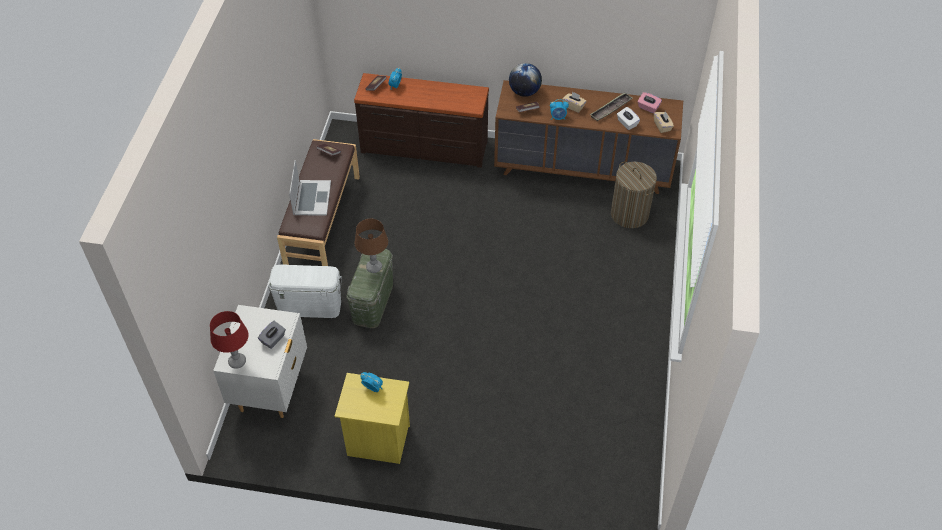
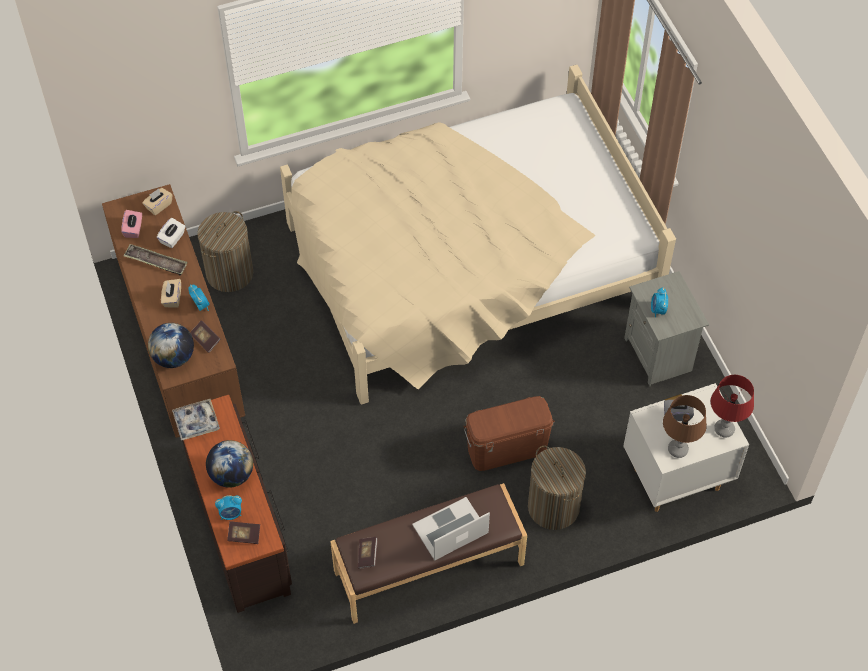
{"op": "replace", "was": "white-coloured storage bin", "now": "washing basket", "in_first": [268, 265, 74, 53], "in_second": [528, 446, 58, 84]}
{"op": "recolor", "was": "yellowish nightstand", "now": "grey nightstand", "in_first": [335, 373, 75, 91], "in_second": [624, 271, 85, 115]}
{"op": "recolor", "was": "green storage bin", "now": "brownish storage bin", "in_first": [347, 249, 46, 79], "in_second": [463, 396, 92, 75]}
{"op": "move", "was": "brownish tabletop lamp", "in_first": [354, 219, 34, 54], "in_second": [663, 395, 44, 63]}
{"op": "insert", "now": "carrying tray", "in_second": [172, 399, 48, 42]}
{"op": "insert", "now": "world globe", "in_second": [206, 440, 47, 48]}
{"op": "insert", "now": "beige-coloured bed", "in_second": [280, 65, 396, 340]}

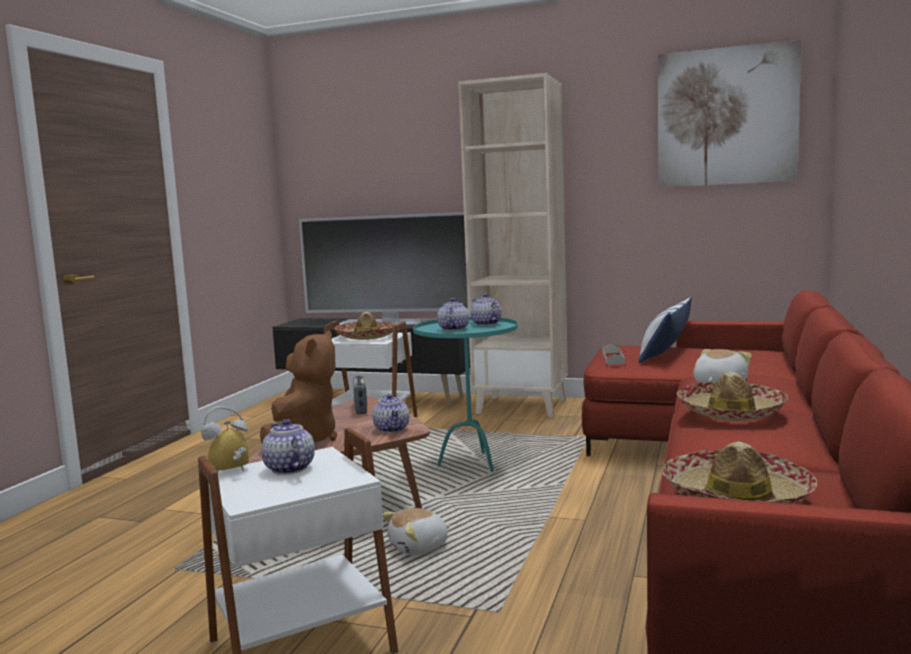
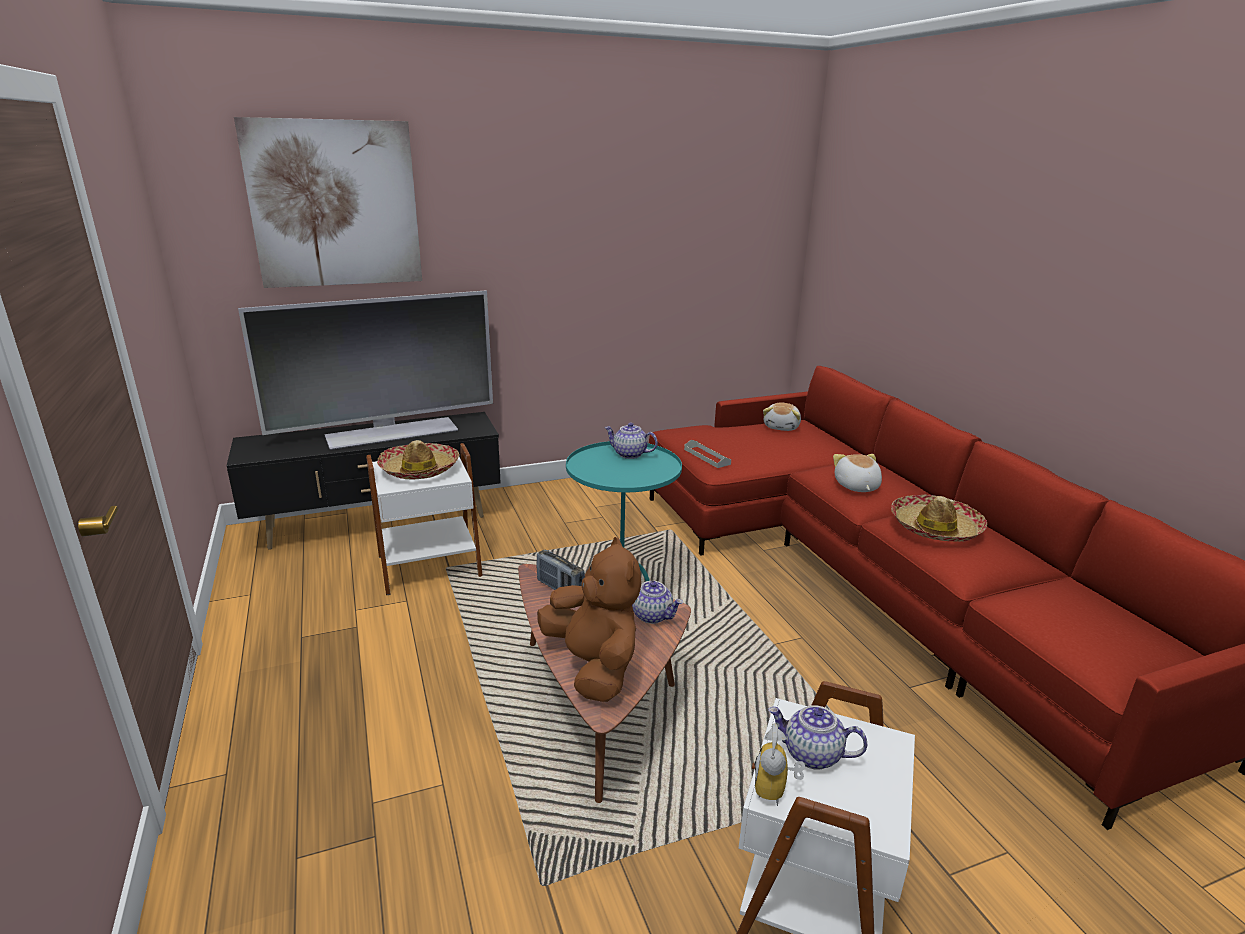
{"op": "move", "was": "soft toy", "in_first": [383, 508, 67, 47], "in_second": [763, 403, 38, 28]}
{"op": "delete", "was": "tea pot", "in_first": [437, 298, 32, 33]}
{"op": "delete", "was": "beige-coloured bookshelf", "in_first": [458, 73, 110, 344]}
{"op": "delete", "was": "pillow", "in_first": [639, 297, 53, 66]}
{"op": "move", "was": "wall picture", "in_first": [658, 40, 143, 148], "in_second": [234, 117, 188, 171]}
{"op": "delete", "was": "hat", "in_first": [663, 442, 154, 62]}

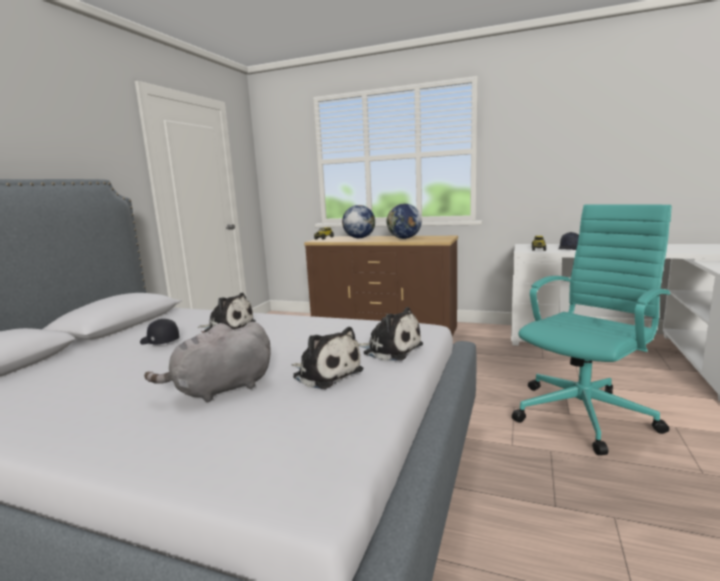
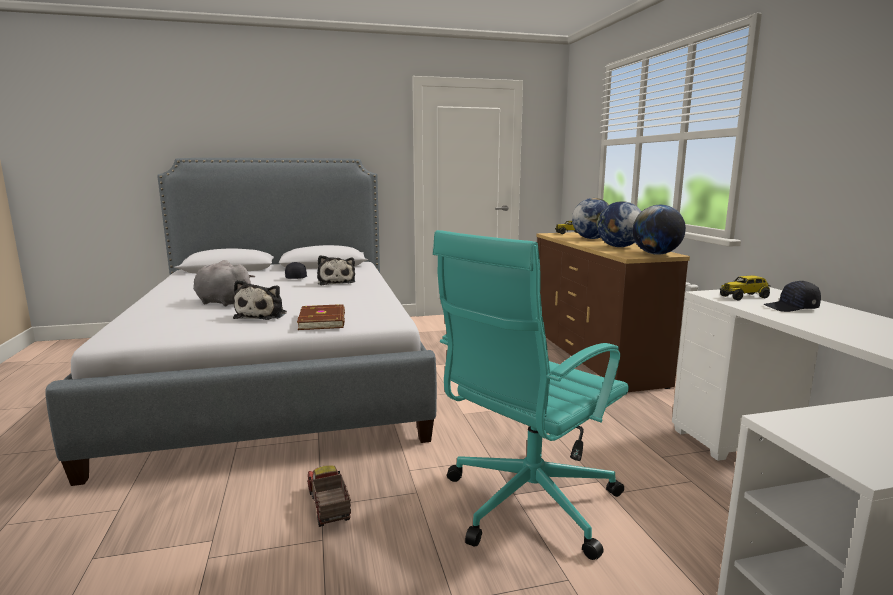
{"op": "replace", "was": "soft toy", "now": "brownish bound book", "in_first": [358, 307, 65, 54], "in_second": [297, 304, 48, 26]}
{"op": "rotate", "was": "turquoise office chair", "in_first": [512, 204, 160, 251], "in_second": [433, 230, 196, 330], "clockwise": 120}
{"op": "insert", "now": "toy truck", "in_second": [307, 466, 44, 61]}
{"op": "insert", "now": "world globe", "in_second": [633, 205, 53, 50]}

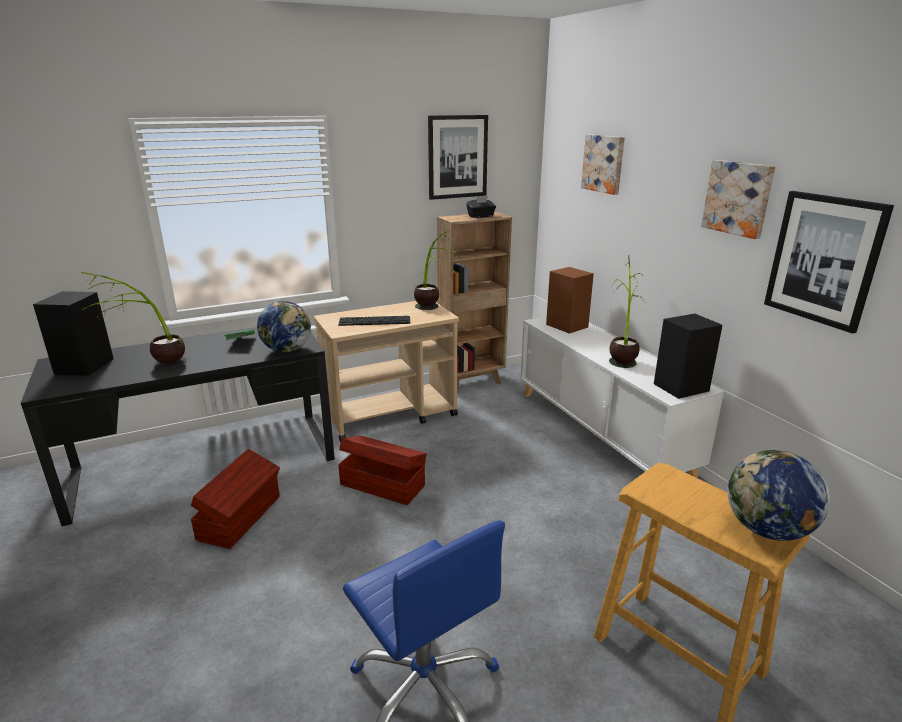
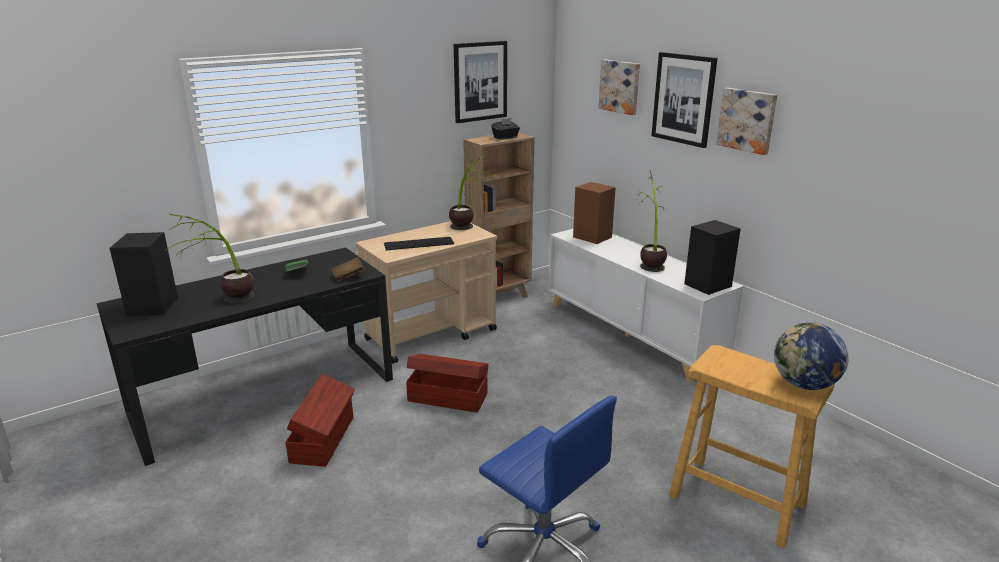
{"op": "replace", "was": "world globe", "now": "brownish bound book", "in_first": [257, 301, 54, 51], "in_second": [332, 257, 32, 25]}
{"op": "move", "was": "wall picture", "in_first": [764, 191, 130, 143], "in_second": [651, 52, 67, 96]}

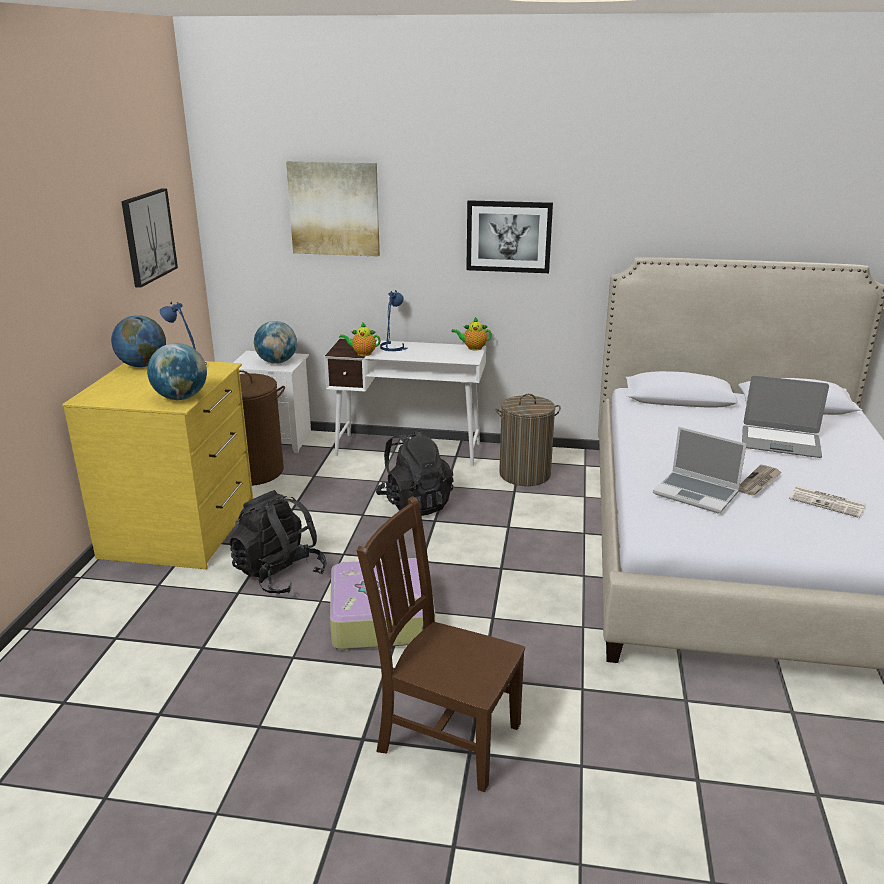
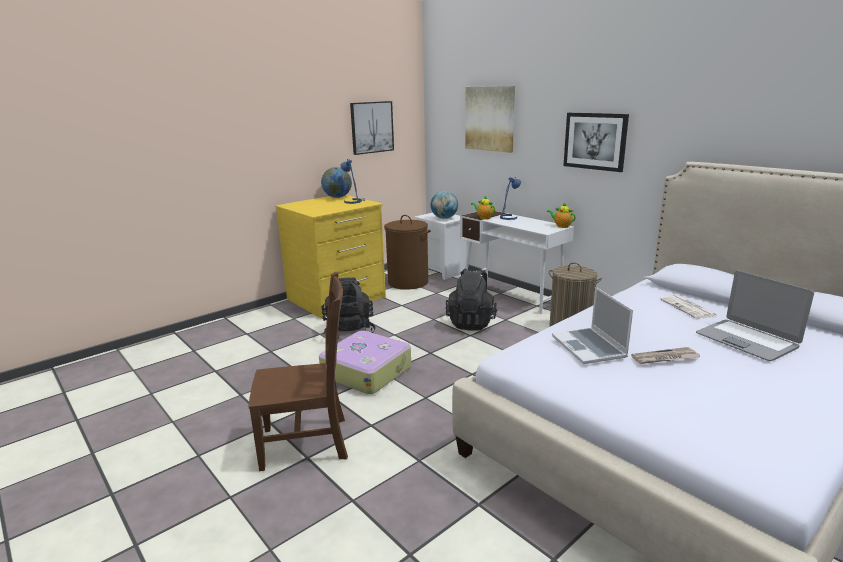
{"op": "delete", "was": "world globe", "in_first": [147, 343, 60, 57]}
{"op": "rotate", "was": "brownish plain chair", "in_first": [357, 496, 168, 296], "in_second": [249, 272, 99, 199], "clockwise": 105}
{"op": "move", "was": "printed paper", "in_first": [789, 486, 77, 32], "in_second": [660, 295, 57, 24]}

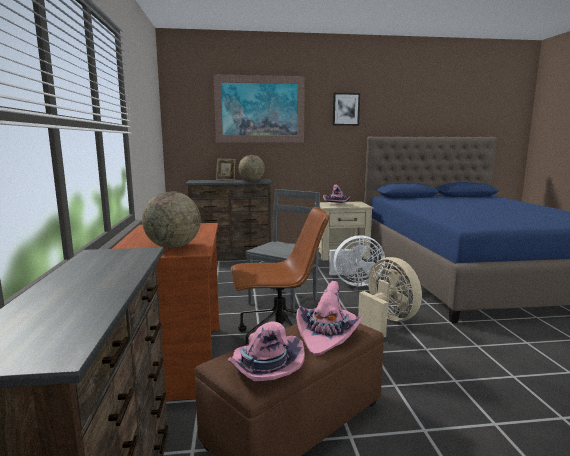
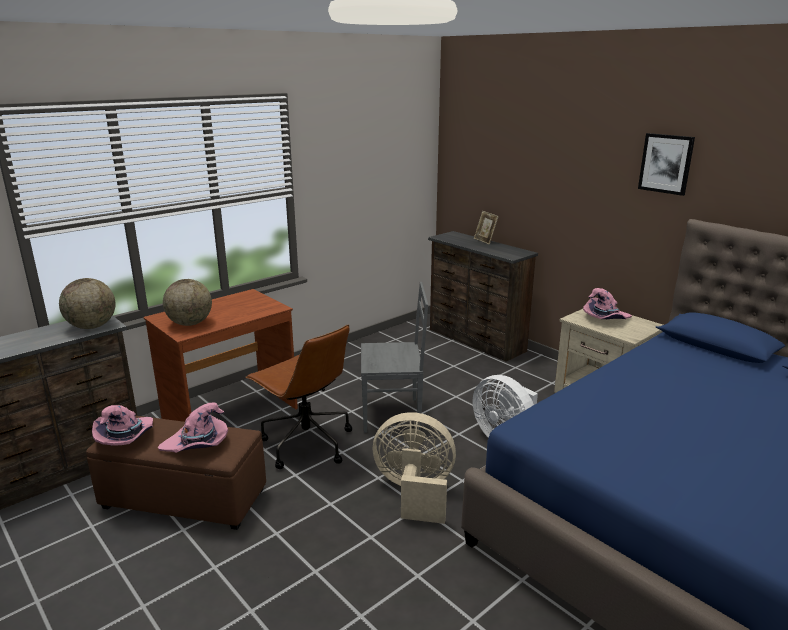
{"op": "delete", "was": "wall picture", "in_first": [214, 75, 91, 68]}
{"op": "move", "was": "world globe", "in_first": [239, 155, 26, 26], "in_second": [59, 278, 57, 51]}
{"op": "rotate", "was": "beige-coloured electric fan", "in_first": [358, 257, 64, 80], "in_second": [372, 412, 84, 112], "clockwise": -105}

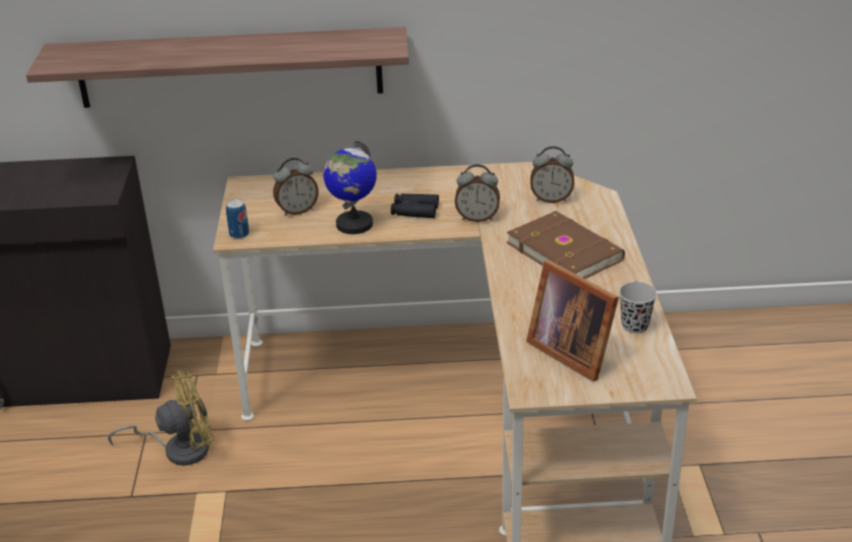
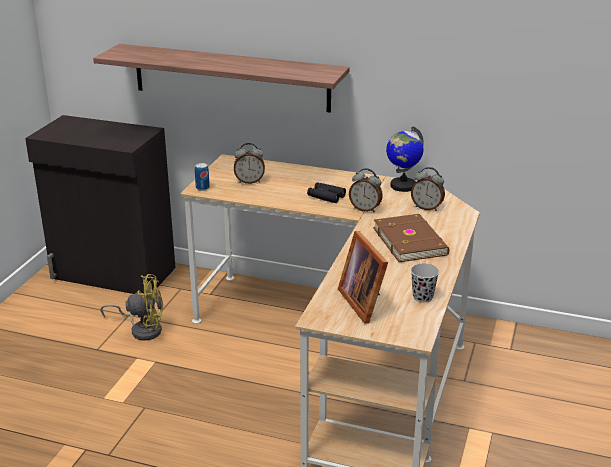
{"op": "move", "was": "world globe", "in_first": [323, 140, 54, 94], "in_second": [386, 126, 38, 66]}

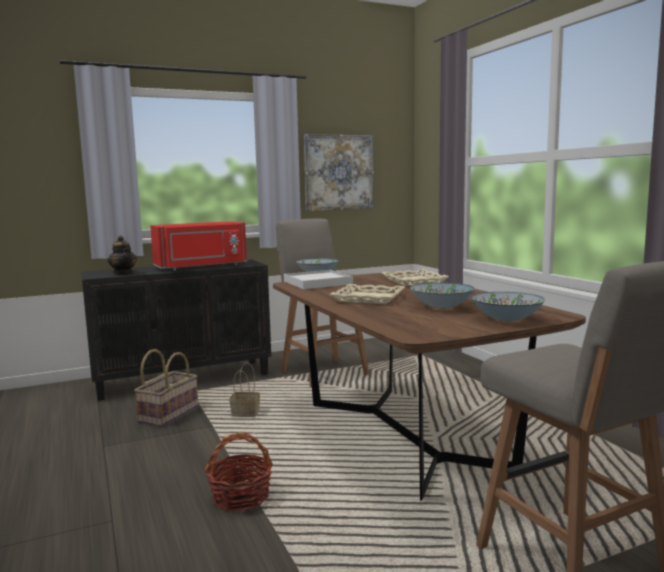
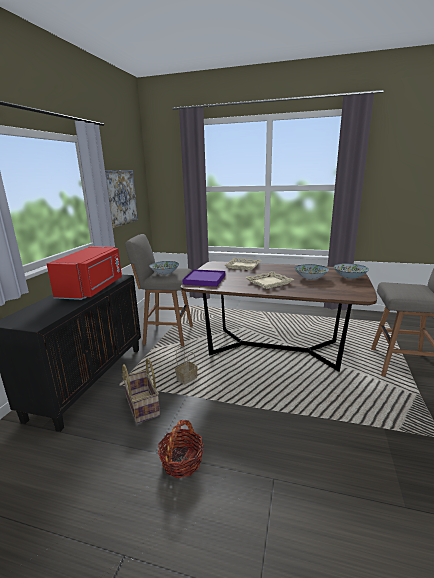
{"op": "delete", "was": "tea pot", "in_first": [108, 236, 29, 38]}
{"op": "move", "was": "household basket", "in_first": [205, 433, 68, 78], "in_second": [158, 420, 46, 58]}
{"op": "recolor", "was": "white-coloured carrying tray", "now": "purple carrying tray", "in_first": [284, 270, 69, 19], "in_second": [182, 269, 43, 18]}

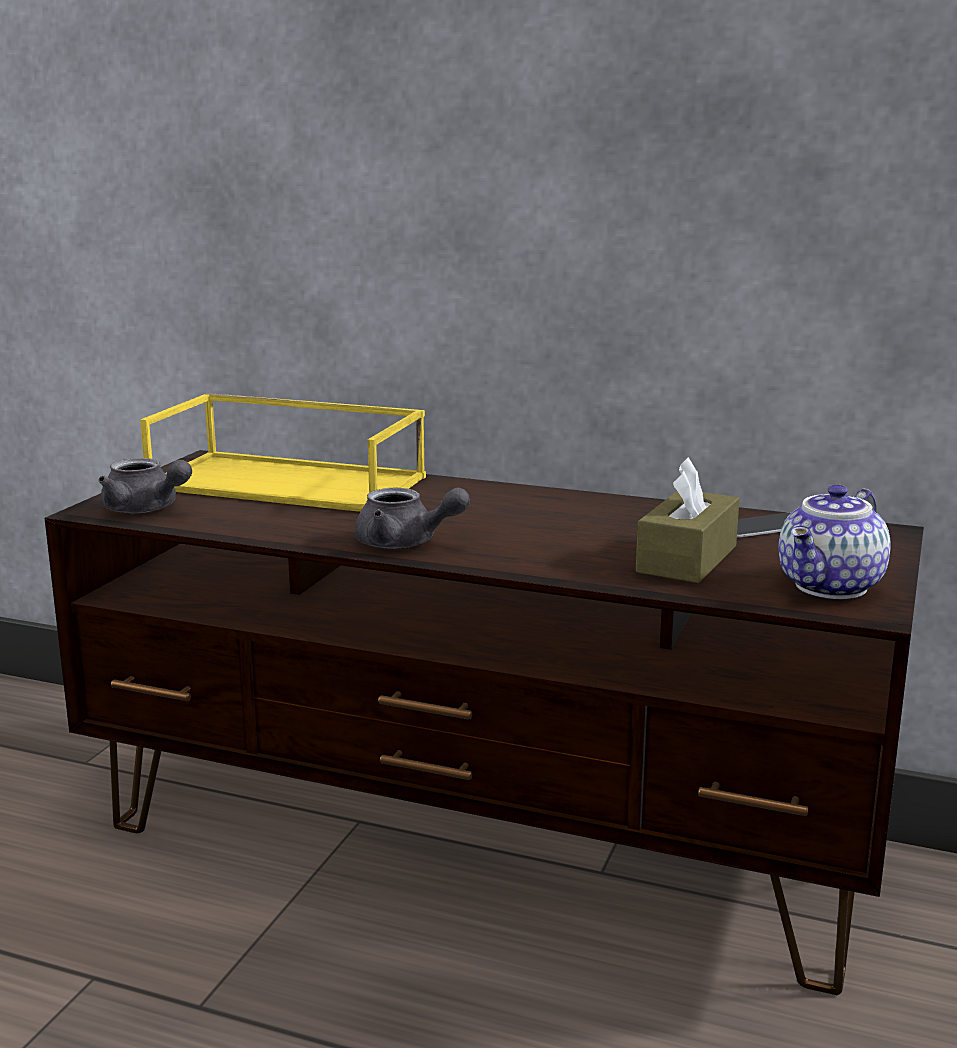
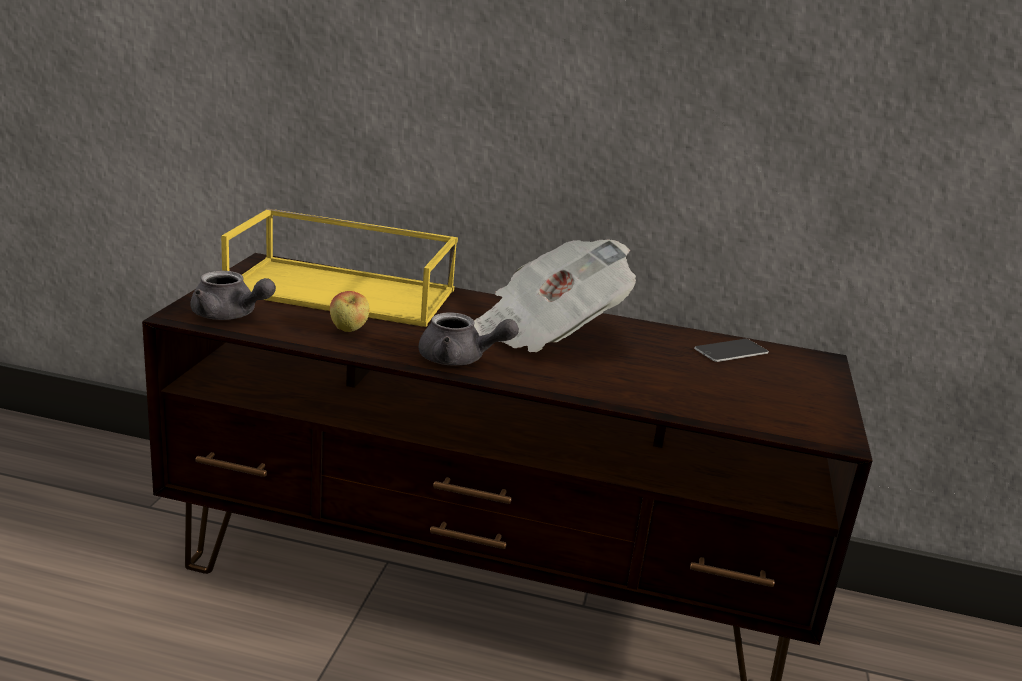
{"op": "delete", "was": "brownish tissue box", "in_first": [636, 457, 104, 126]}
{"op": "delete", "was": "tea pot", "in_first": [779, 484, 112, 115]}
{"op": "insert", "now": "apple", "in_second": [330, 291, 40, 41]}
{"op": "insert", "now": "printed paper", "in_second": [474, 240, 162, 112]}

